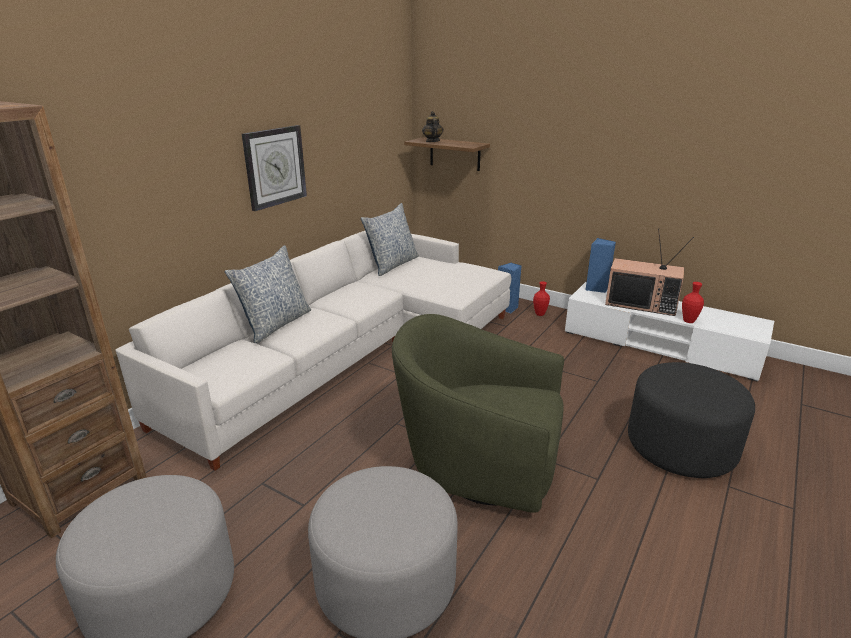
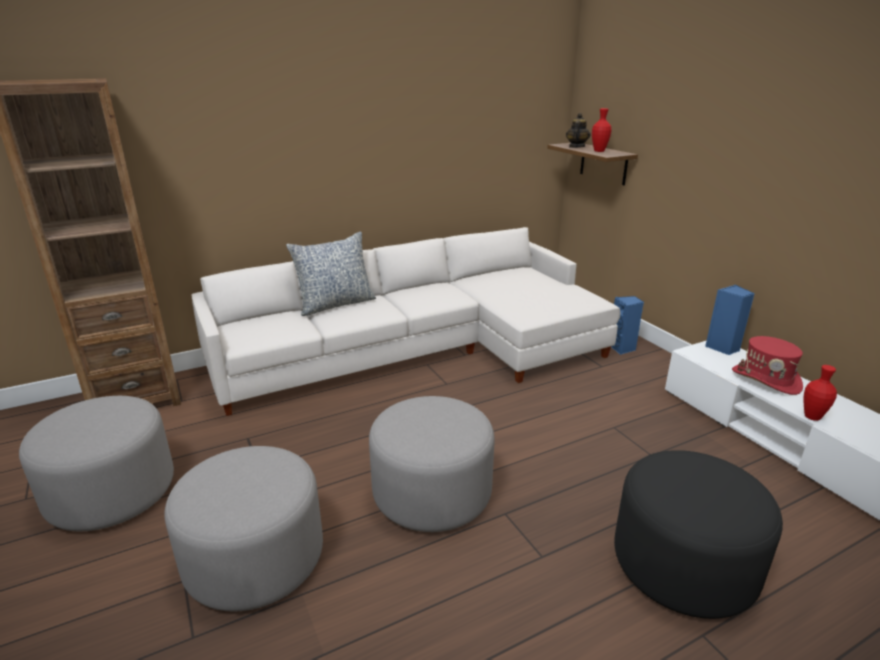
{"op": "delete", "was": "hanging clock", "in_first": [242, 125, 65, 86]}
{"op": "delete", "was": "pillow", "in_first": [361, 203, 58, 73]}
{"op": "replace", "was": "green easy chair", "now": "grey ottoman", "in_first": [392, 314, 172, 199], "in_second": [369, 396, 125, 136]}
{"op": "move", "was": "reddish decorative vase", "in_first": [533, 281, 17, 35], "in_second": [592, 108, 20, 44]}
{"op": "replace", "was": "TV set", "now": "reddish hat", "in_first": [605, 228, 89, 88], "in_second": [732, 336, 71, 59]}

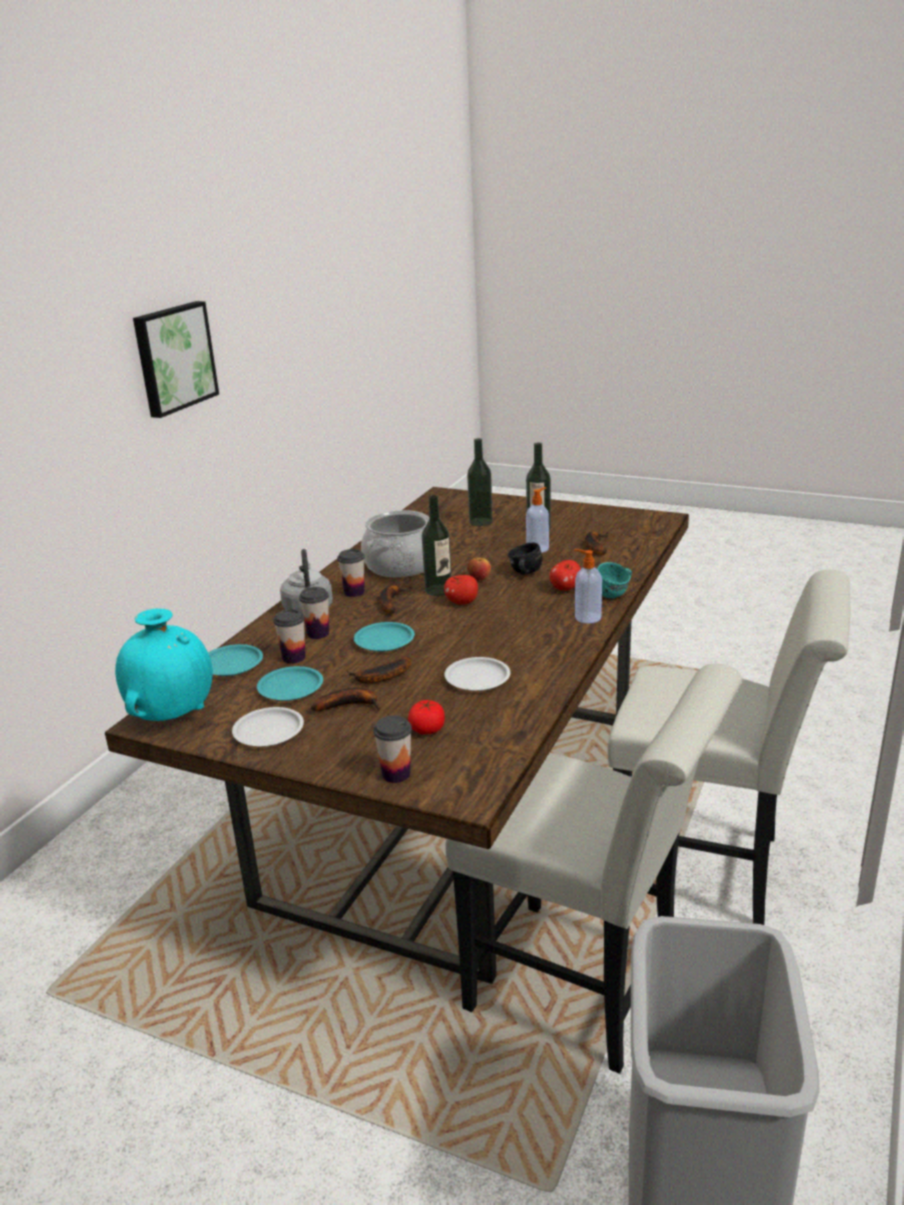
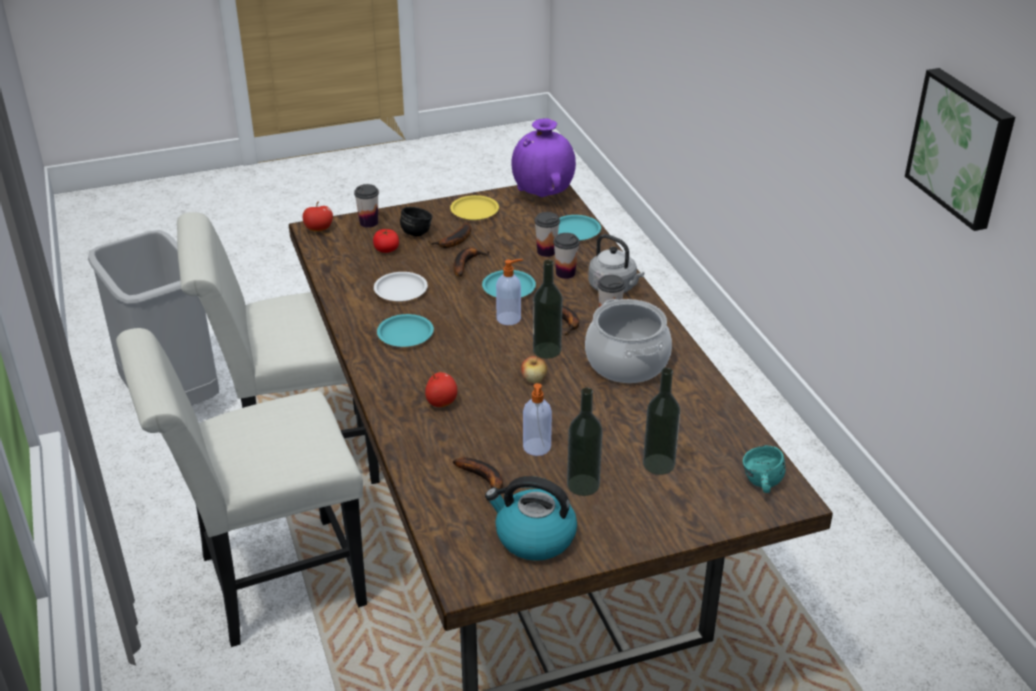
{"op": "recolor", "was": "turquoise decorative vase", "now": "purple decorative vase", "in_first": [115, 609, 98, 112], "in_second": [511, 119, 65, 78]}
{"op": "recolor", "was": "white-coloured plate", "now": "yellowish plate", "in_first": [232, 707, 72, 40], "in_second": [450, 195, 49, 25]}
{"op": "move", "was": "turquoise plate", "in_first": [257, 666, 66, 35], "in_second": [377, 314, 57, 33]}
{"op": "move", "was": "apple", "in_first": [444, 575, 34, 30], "in_second": [303, 201, 30, 31]}
{"op": "move", "was": "black mug", "in_first": [508, 543, 35, 32], "in_second": [400, 207, 32, 29]}
{"op": "move", "was": "soap bottle", "in_first": [574, 549, 28, 75], "in_second": [496, 259, 27, 66]}
{"op": "move", "was": "turquoise mug", "in_first": [597, 562, 35, 37], "in_second": [743, 445, 43, 48]}
{"op": "insert", "now": "tea kettle", "in_second": [485, 476, 92, 85]}

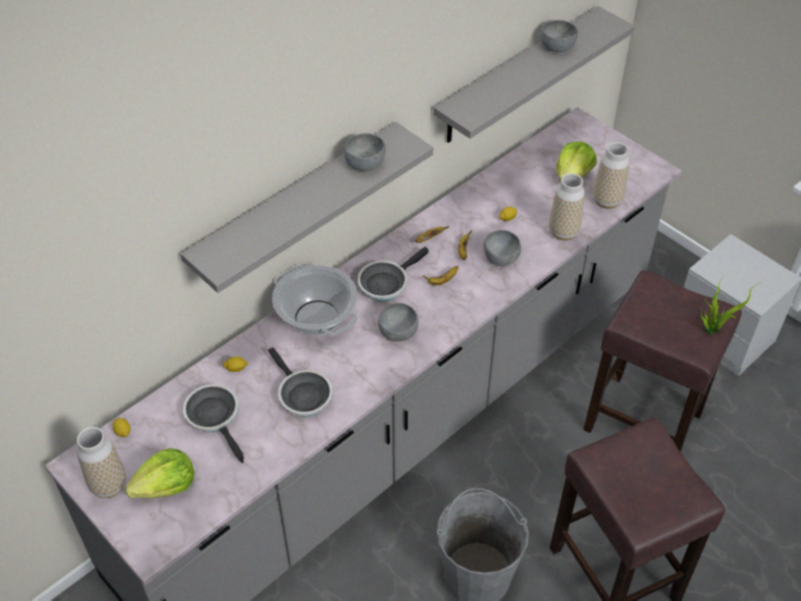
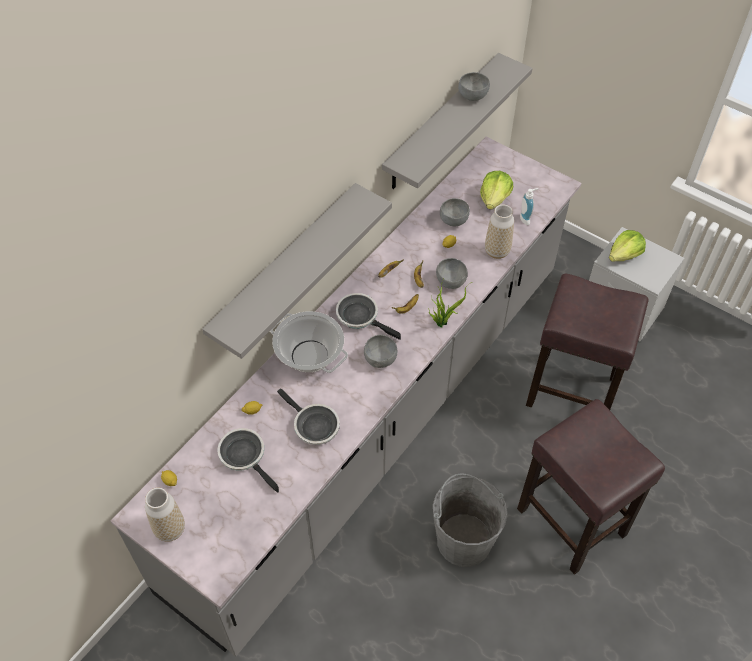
{"op": "move", "was": "head of lettuce", "in_first": [125, 448, 69, 51], "in_second": [609, 230, 37, 32]}
{"op": "move", "was": "grey bowl", "in_first": [344, 133, 42, 38], "in_second": [440, 198, 30, 28]}
{"op": "rotate", "was": "frying pan", "in_first": [358, 247, 71, 54], "in_second": [336, 293, 65, 47], "clockwise": 90}
{"op": "replace", "was": "decorative vase", "now": "soap bottle", "in_first": [593, 142, 36, 67], "in_second": [520, 188, 19, 37]}
{"op": "move", "was": "houseplant", "in_first": [701, 277, 61, 58], "in_second": [428, 281, 44, 46]}

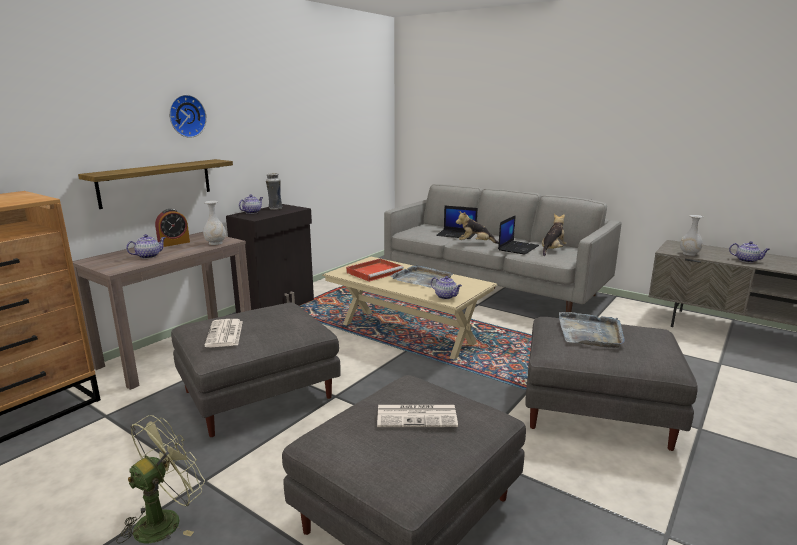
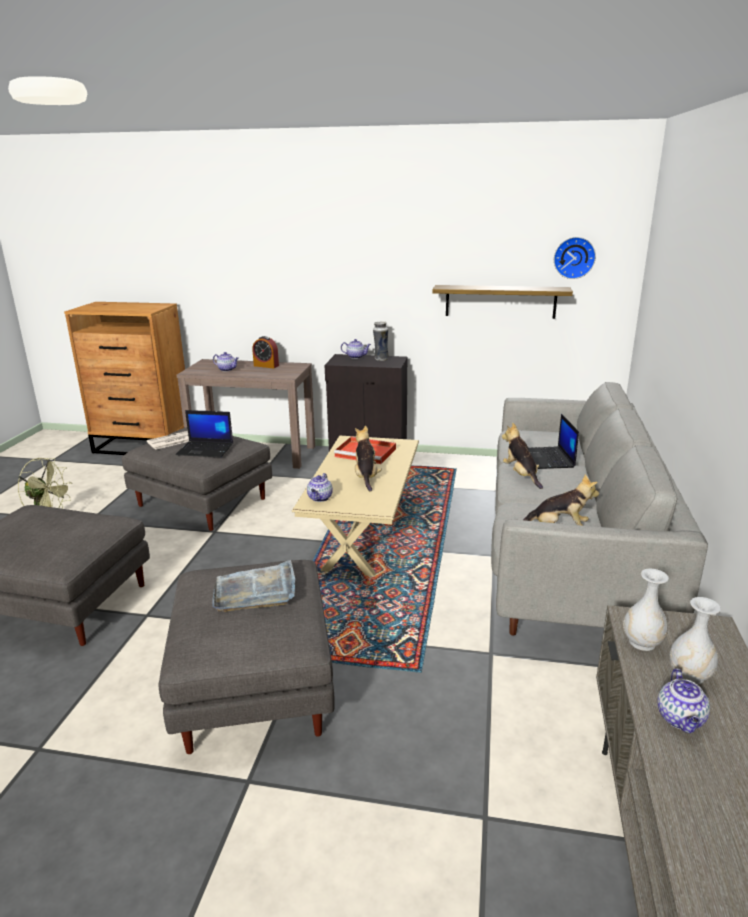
{"op": "move", "was": "wall shelf", "in_first": [78, 159, 155, 50], "in_second": [432, 285, 141, 34]}
{"op": "move", "was": "hanging clock", "in_first": [169, 95, 38, 43], "in_second": [554, 237, 42, 42]}
{"op": "move", "was": "white-coloured decorative vase", "in_first": [203, 201, 23, 44], "in_second": [669, 597, 52, 88]}
{"op": "delete", "was": "printed paper", "in_first": [377, 405, 81, 22]}
{"op": "replace", "was": "grey carrying tray", "now": "soft toy", "in_first": [390, 265, 63, 23], "in_second": [355, 426, 27, 66]}
{"op": "move", "was": "laptop", "in_first": [498, 215, 41, 40], "in_second": [175, 410, 58, 47]}

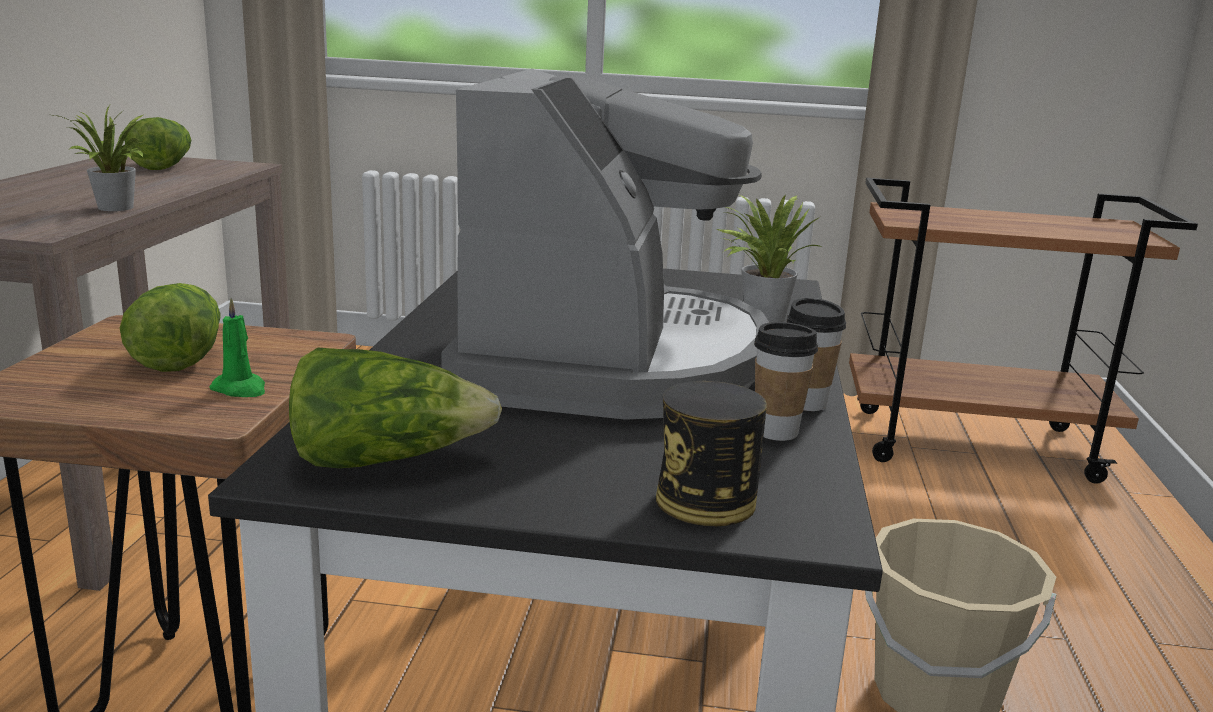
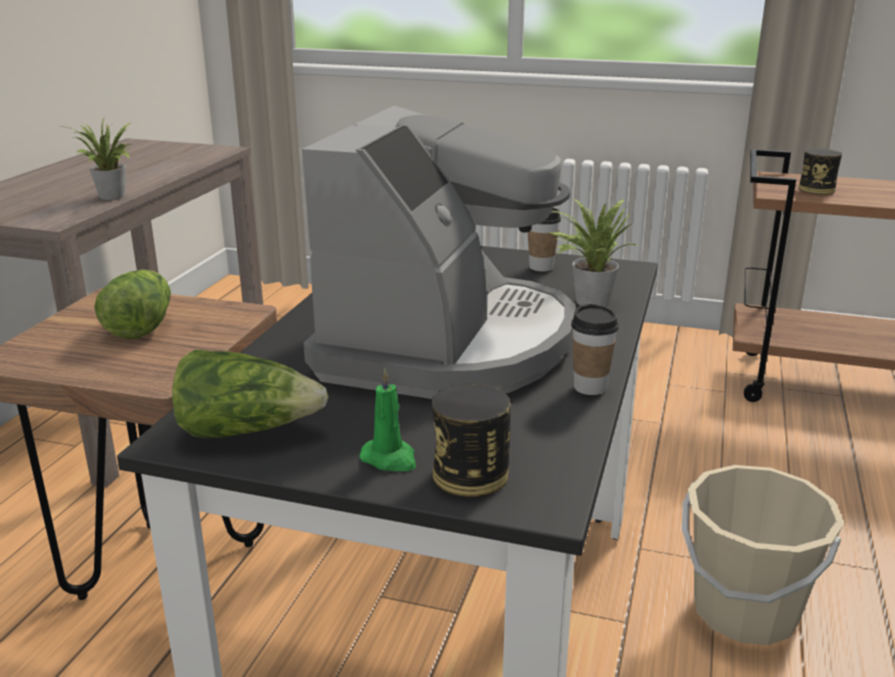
{"op": "delete", "was": "head of lettuce", "in_first": [125, 117, 66, 53]}
{"op": "move", "was": "green wax light", "in_first": [209, 298, 56, 99], "in_second": [359, 368, 57, 103]}
{"op": "move", "was": "drinking cup", "in_first": [754, 322, 64, 119], "in_second": [528, 208, 33, 64]}
{"op": "insert", "now": "sealed can", "in_second": [799, 148, 43, 47]}

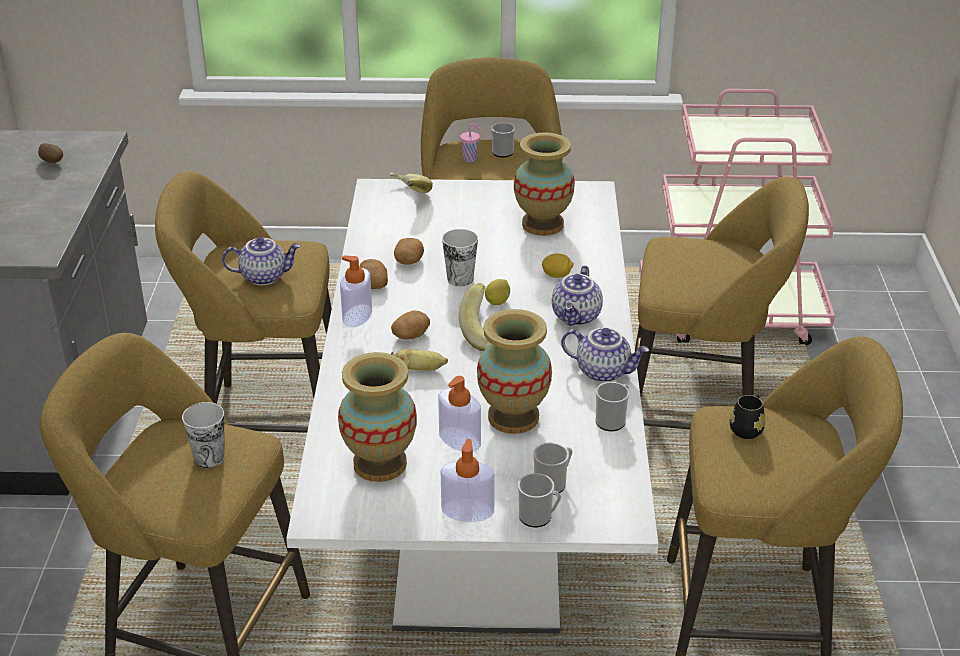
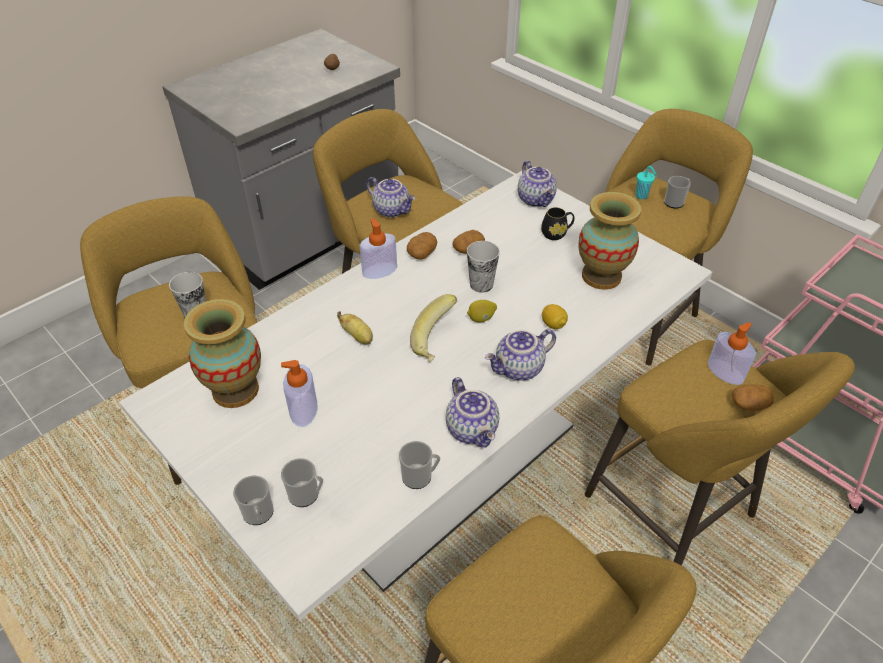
{"op": "replace", "was": "whole banana", "now": "tea pot", "in_first": [390, 172, 43, 21], "in_second": [518, 161, 39, 46]}
{"op": "move", "was": "whole potato", "in_first": [391, 310, 39, 30], "in_second": [732, 384, 42, 28]}
{"op": "move", "was": "soap bottle", "in_first": [441, 439, 54, 83], "in_second": [708, 322, 48, 63]}
{"op": "recolor", "was": "pink-coloured drinking cup", "now": "turquoise drinking cup", "in_first": [460, 123, 22, 39], "in_second": [635, 166, 22, 33]}
{"op": "delete", "was": "decorative vase", "in_first": [477, 309, 75, 125]}
{"op": "move", "was": "black mug", "in_first": [730, 394, 35, 45], "in_second": [541, 207, 33, 33]}

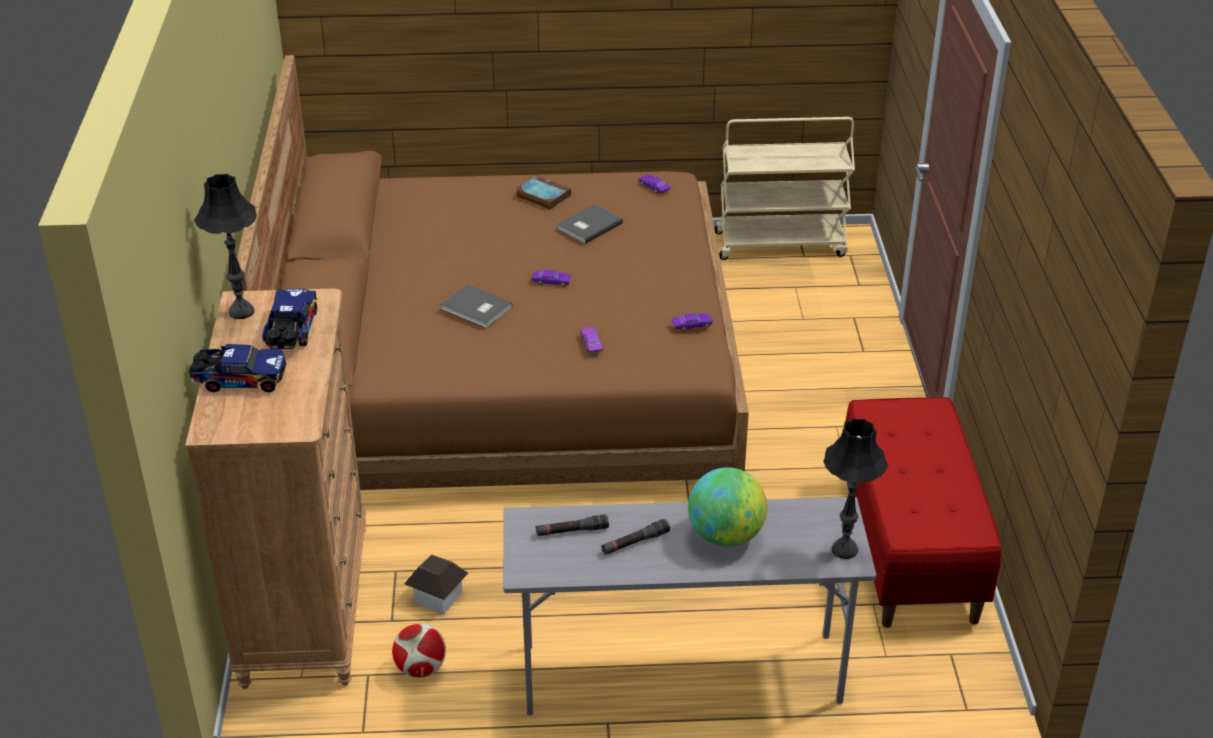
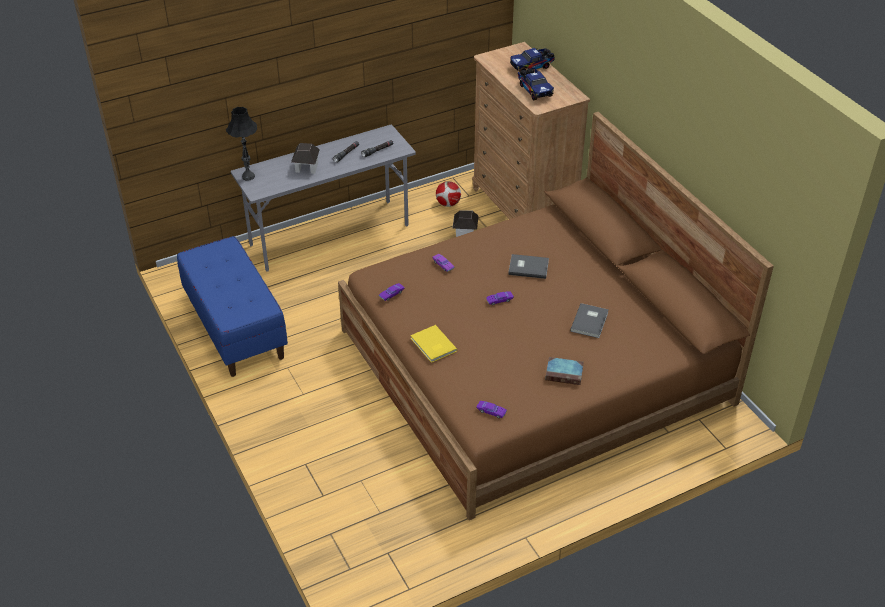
{"op": "delete", "was": "black tabletop lamp", "in_first": [194, 174, 63, 145]}
{"op": "move", "was": "grey bound book", "in_first": [557, 204, 66, 40], "in_second": [570, 303, 39, 35]}
{"op": "replace", "was": "world globe", "now": "miniature house", "in_first": [688, 467, 79, 80], "in_second": [291, 143, 29, 31]}
{"op": "delete", "was": "beige-coloured cart", "in_first": [714, 117, 141, 143]}
{"op": "recolor", "was": "reddish long seat", "now": "bluish long seat", "in_first": [845, 397, 157, 231], "in_second": [177, 236, 111, 141]}
{"op": "insert", "now": "yellowish bound book", "in_second": [410, 325, 47, 38]}

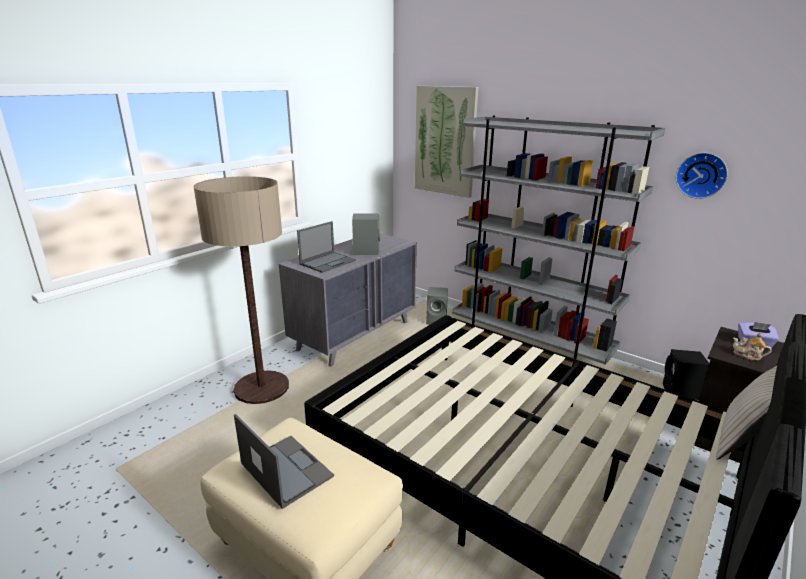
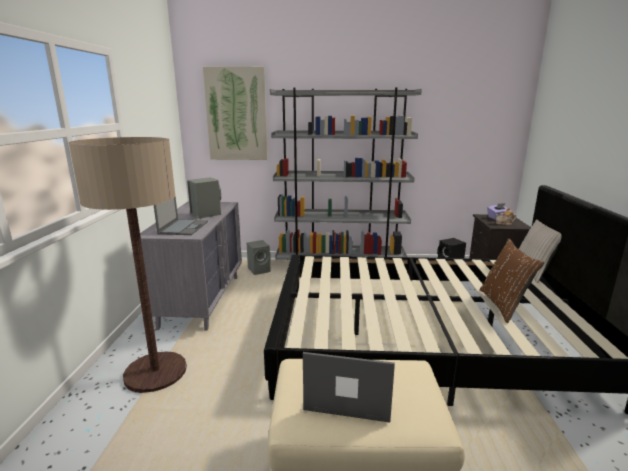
{"op": "delete", "was": "hanging clock", "in_first": [676, 153, 52, 46]}
{"op": "insert", "now": "brownish pillow", "in_second": [480, 238, 64, 85]}

